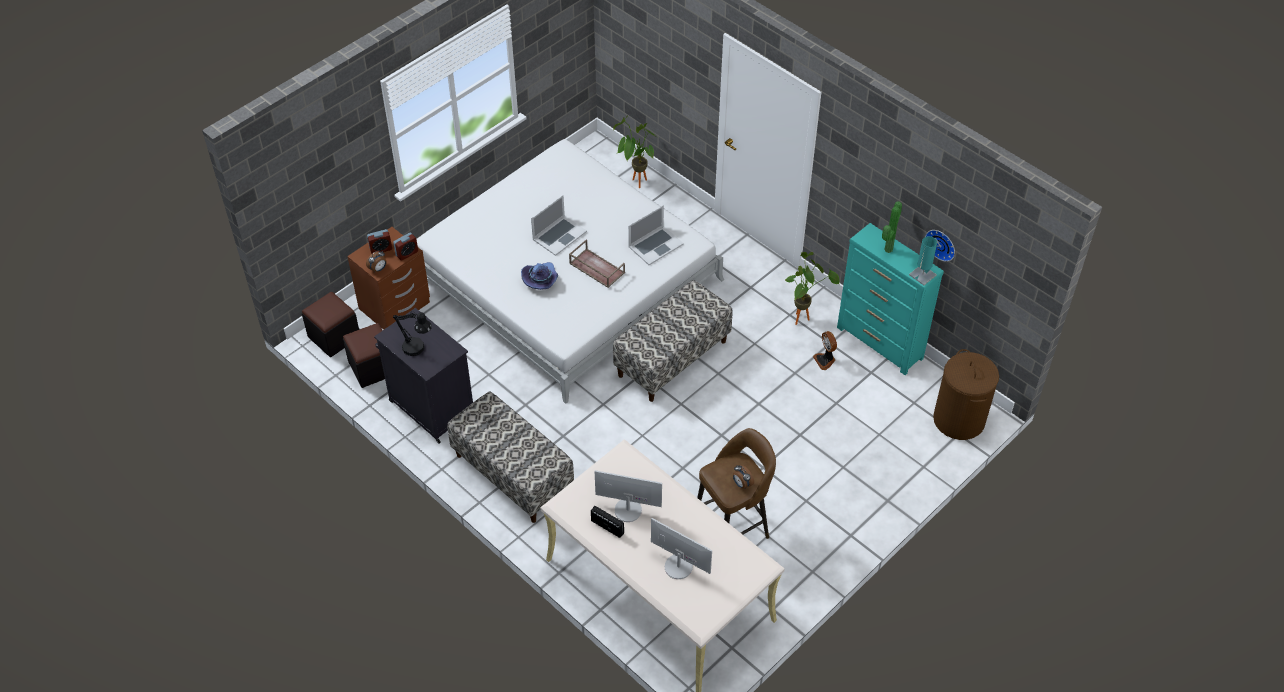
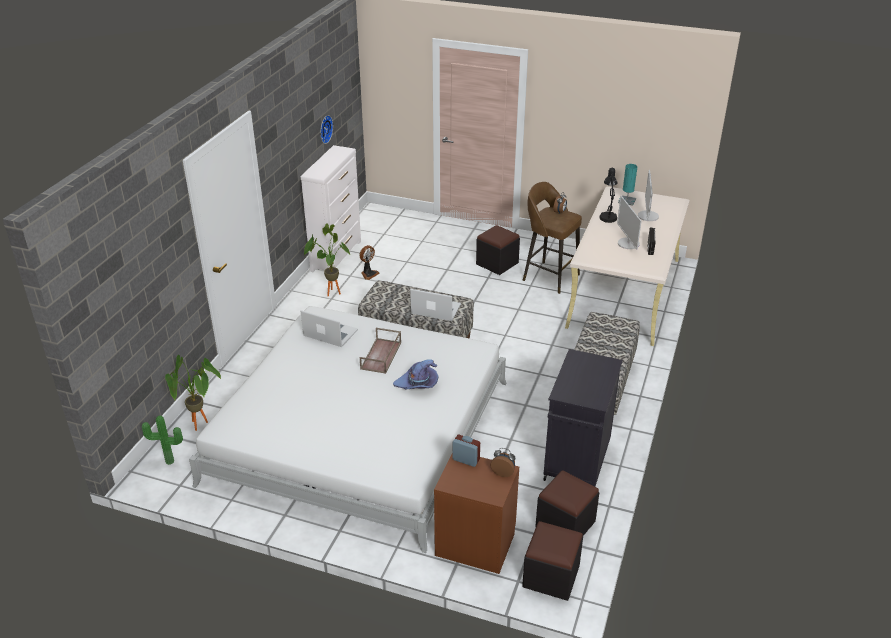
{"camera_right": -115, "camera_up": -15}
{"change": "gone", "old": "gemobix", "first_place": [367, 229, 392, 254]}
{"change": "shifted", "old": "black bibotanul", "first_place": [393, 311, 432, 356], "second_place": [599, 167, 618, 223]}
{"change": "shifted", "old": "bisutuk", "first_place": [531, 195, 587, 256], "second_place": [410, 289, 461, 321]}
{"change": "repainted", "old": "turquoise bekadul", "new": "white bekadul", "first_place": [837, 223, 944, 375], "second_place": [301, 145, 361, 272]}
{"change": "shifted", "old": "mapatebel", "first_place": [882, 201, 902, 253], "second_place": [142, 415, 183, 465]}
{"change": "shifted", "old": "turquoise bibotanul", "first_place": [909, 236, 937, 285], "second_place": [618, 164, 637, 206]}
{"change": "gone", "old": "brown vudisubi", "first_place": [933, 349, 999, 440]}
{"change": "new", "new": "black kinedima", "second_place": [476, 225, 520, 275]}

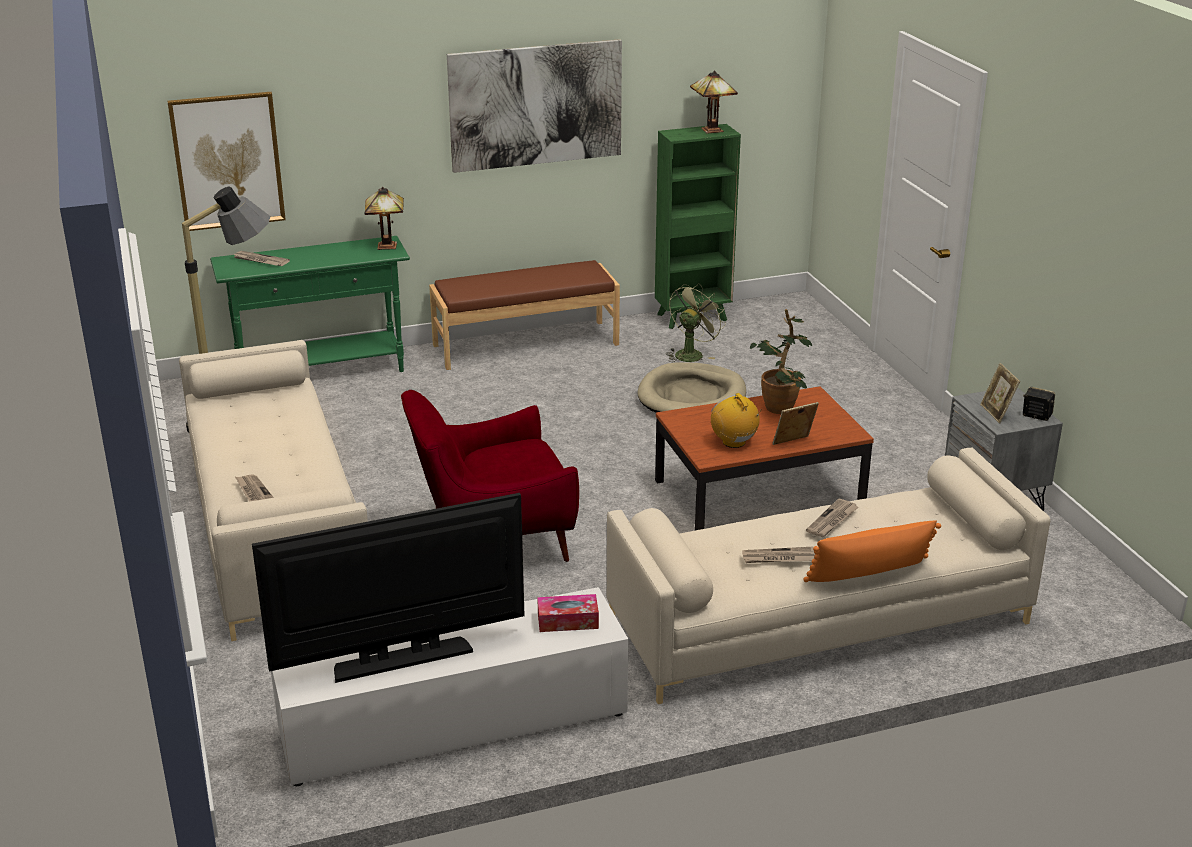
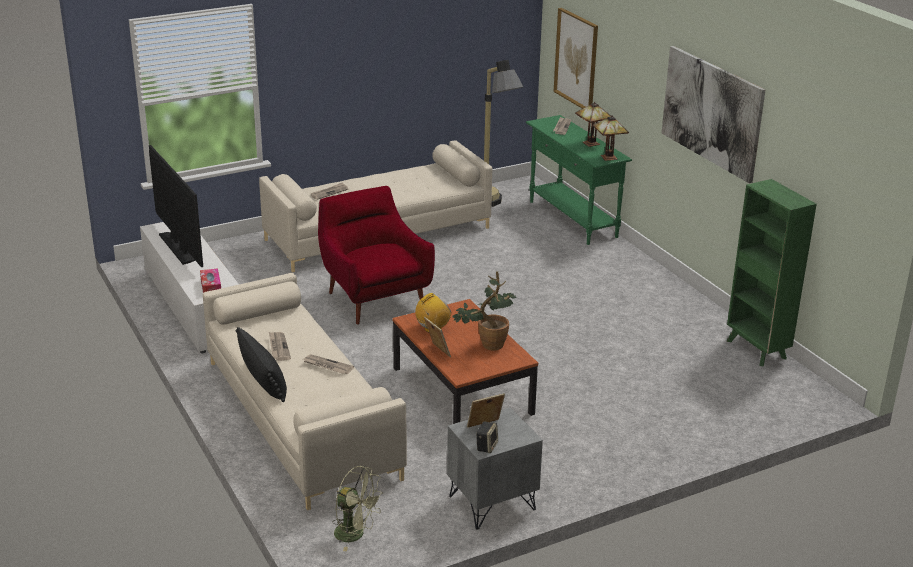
{"camera_right": 80, "camera_up": 0}
{"change": "gone", "old": "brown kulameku", "first_place": [429, 260, 620, 370]}
{"change": "gone", "old": "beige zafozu", "first_place": [638, 362, 746, 413]}
{"change": "shifted", "old": "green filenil", "first_place": [666, 283, 726, 362], "second_place": [333, 466, 384, 551]}
{"change": "shifted", "old": "bibotanul", "first_place": [690, 71, 738, 134], "second_place": [575, 102, 611, 147]}
{"change": "repainted", "old": "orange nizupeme", "new": "black nizupeme", "first_place": [803, 521, 941, 582], "second_place": [235, 327, 287, 402]}

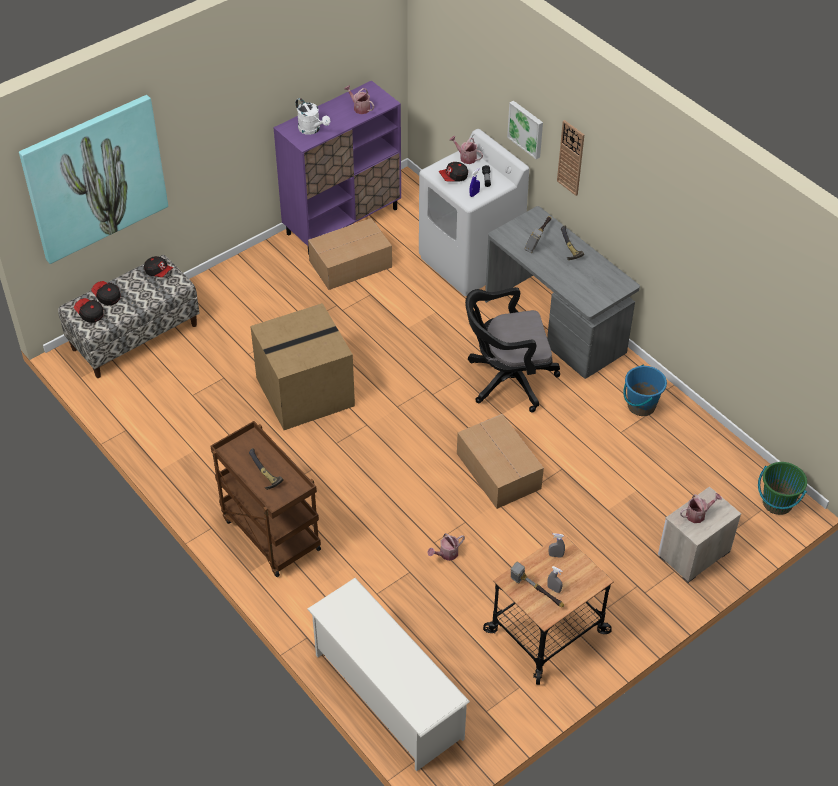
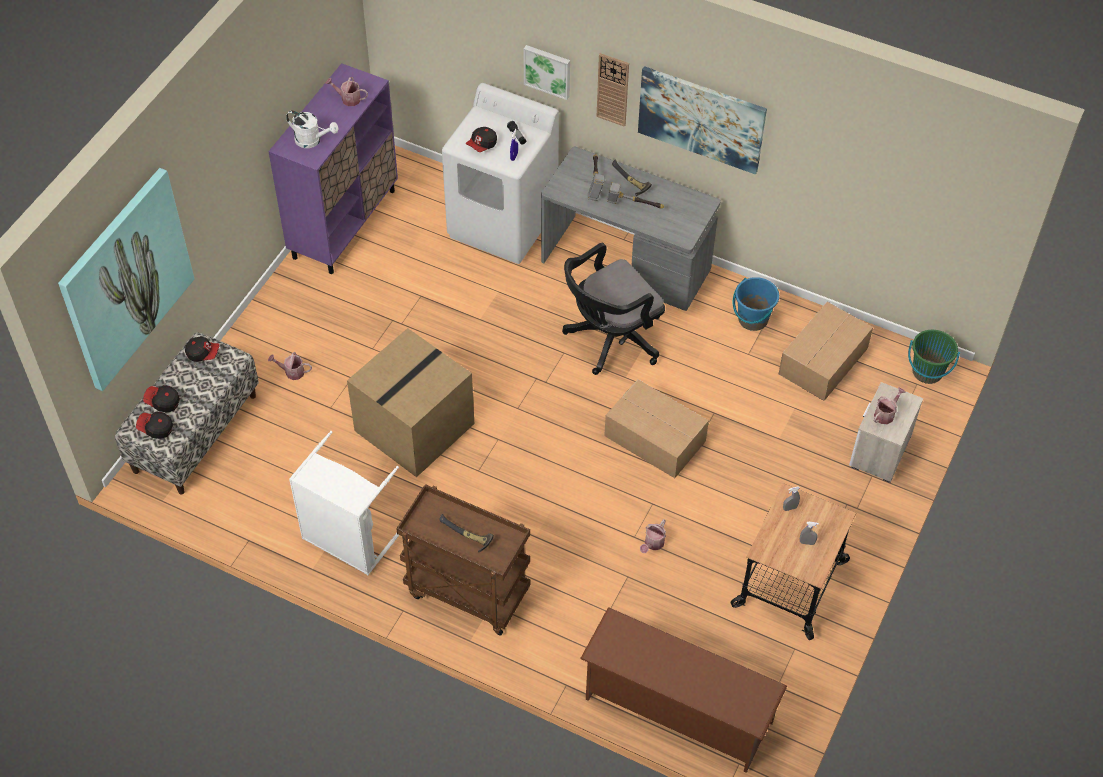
{"camera_right": -25, "camera_up": 5}
{"change": "repainted", "old": "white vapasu", "new": "brown vapasu", "first_place": [307, 578, 470, 771], "second_place": [580, 607, 787, 773]}
{"change": "shifted", "old": "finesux", "first_place": [308, 218, 392, 290], "second_place": [779, 302, 873, 401]}
{"change": "shifted", "old": "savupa", "first_place": [449, 136, 483, 164], "second_place": [268, 352, 312, 380]}
{"change": "shifted", "old": "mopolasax", "first_place": [511, 561, 564, 607], "second_place": [607, 182, 664, 208]}
{"change": "new", "new": "white vudisubi", "second_place": [289, 431, 399, 575]}
{"change": "new", "new": "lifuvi", "second_place": [638, 66, 767, 175]}

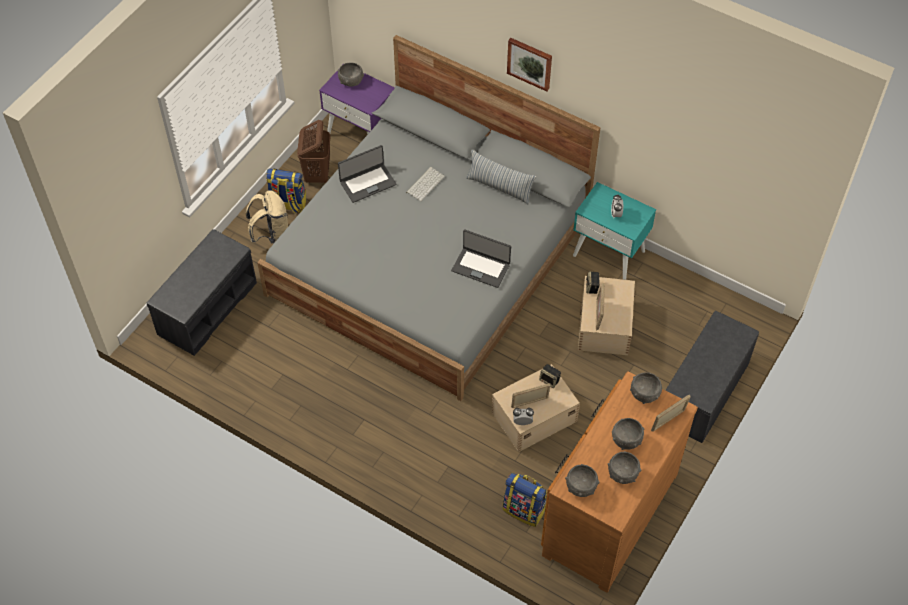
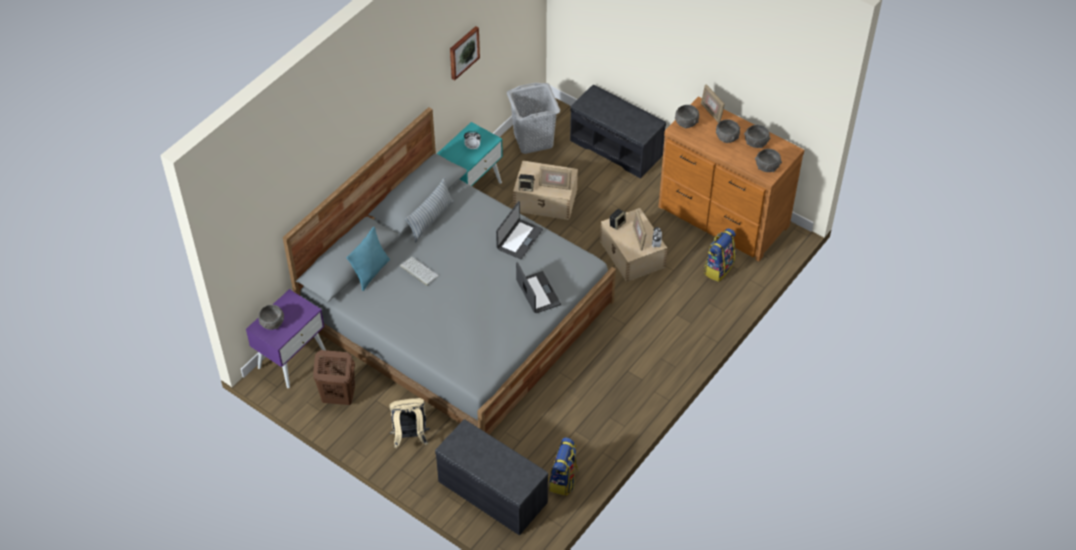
{"camera_right": -85, "camera_up": -5}
{"change": "shifted", "old": "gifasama", "first_place": [266, 168, 307, 213], "second_place": [548, 437, 579, 496]}
{"change": "shifted", "old": "bisutuk", "first_place": [338, 145, 396, 203], "second_place": [516, 262, 561, 313]}
{"change": "shifted", "old": "lifuvi", "first_place": [507, 38, 552, 91], "second_place": [450, 26, 480, 80]}
{"change": "new", "new": "turquoise nizupeme", "second_place": [347, 227, 390, 291]}
{"change": "new", "new": "grey vudisubi", "second_place": [507, 83, 560, 154]}

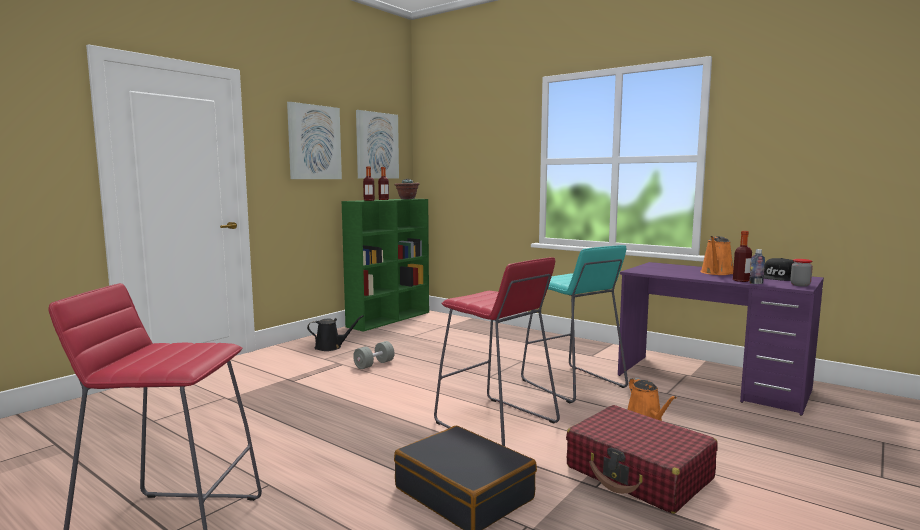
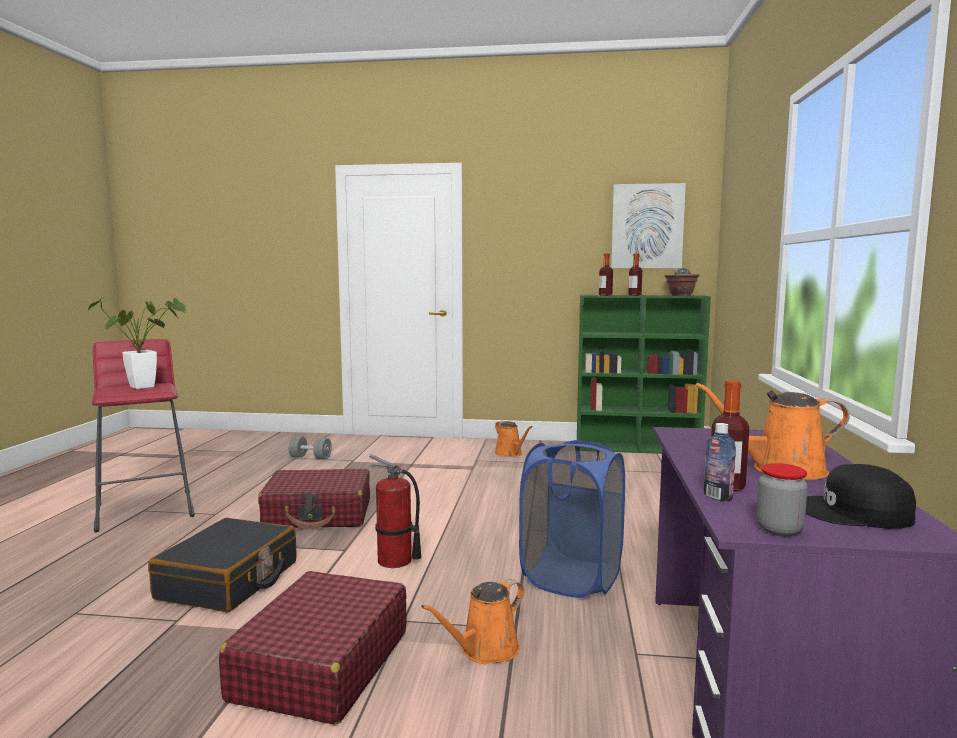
{"camera_right": 60, "camera_up": 0}
{"change": "gone", "old": "lifuvi", "first_place": [287, 102, 342, 179]}
{"change": "repainted", "old": "black savupa", "new": "orange savupa", "first_place": [307, 315, 364, 351], "second_place": [495, 421, 532, 457]}
{"change": "shifted", "old": "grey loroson", "first_place": [353, 341, 394, 369], "second_place": [289, 436, 332, 459]}
{"change": "swapped", "old": "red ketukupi", "new": "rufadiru", "first_place": [434, 257, 560, 446], "second_place": [369, 454, 421, 568]}
{"change": "swapped", "old": "turquoise ketukupi", "new": "blue vudisubi", "first_place": [521, 245, 628, 403], "second_place": [519, 440, 625, 598]}
{"change": "new", "new": "mapatebel", "second_place": [88, 298, 187, 389]}
{"change": "new", "new": "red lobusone", "second_place": [258, 469, 370, 530]}

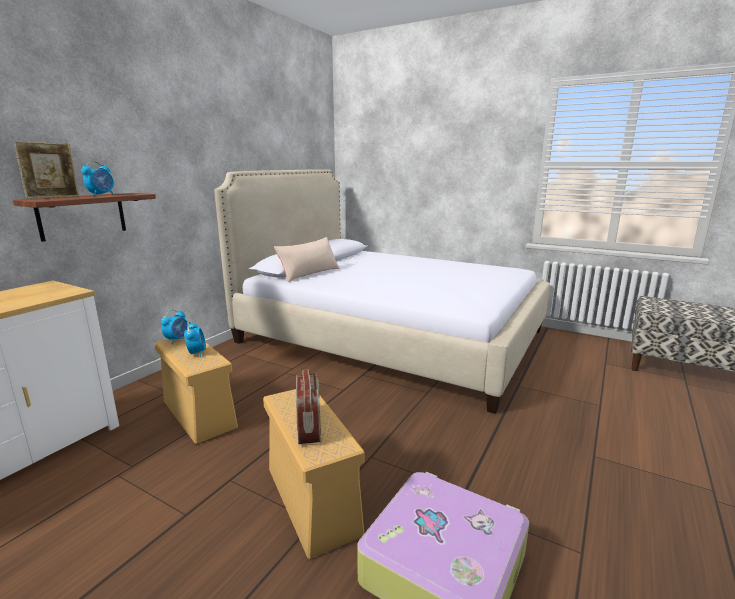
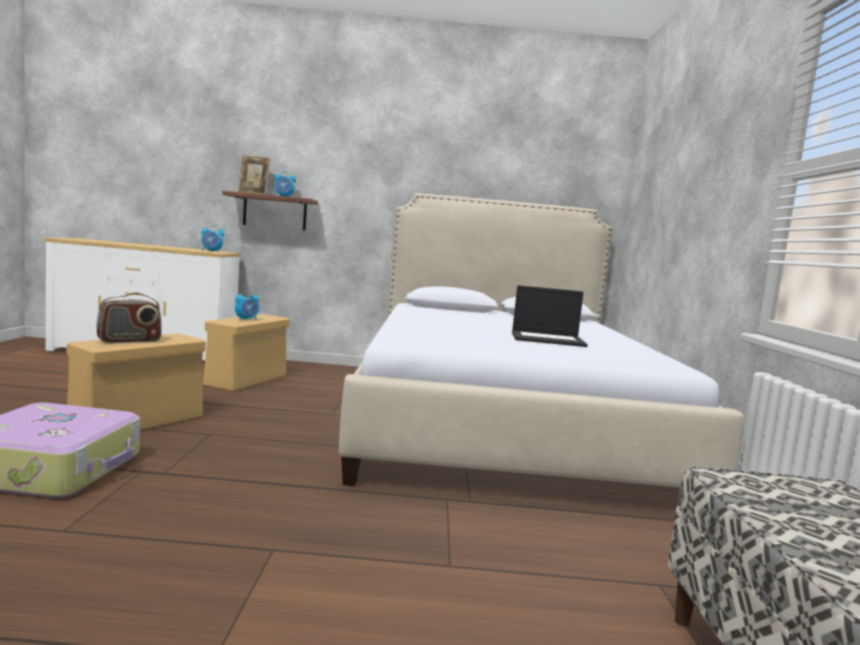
{"camera_right": 60, "camera_up": -10}
{"change": "shifted", "old": "gemobix", "first_place": [161, 310, 188, 344], "second_place": [201, 225, 224, 253]}
{"change": "gone", "old": "beige nizupeme", "first_place": [274, 237, 340, 282]}
{"change": "new", "new": "bisutuk", "second_place": [512, 285, 588, 347]}

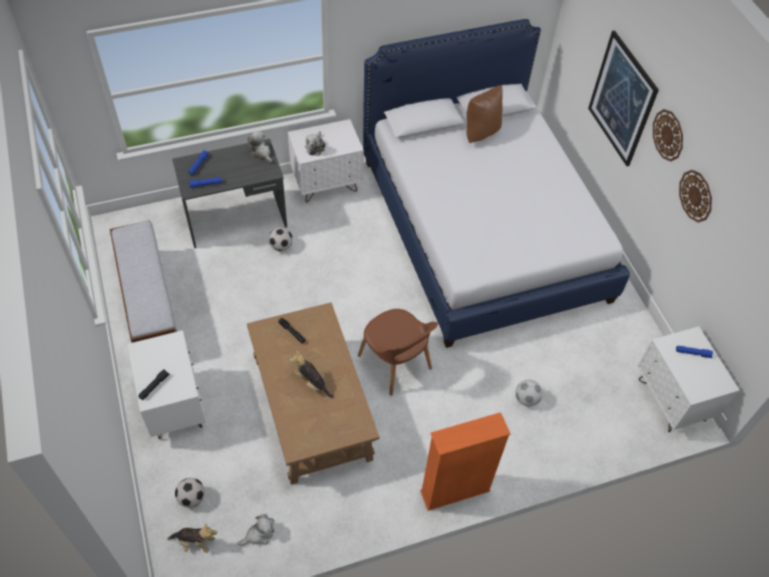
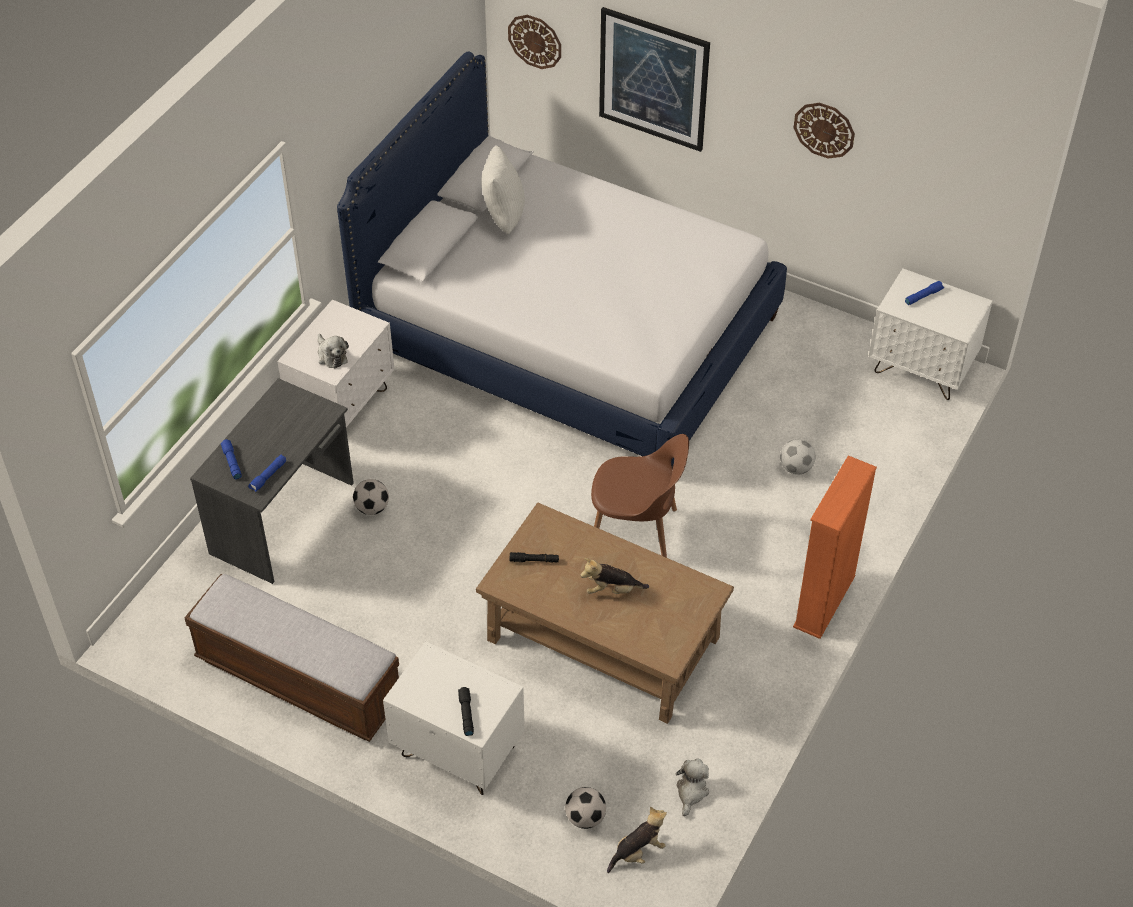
{"camera_right": -40, "camera_up": -5}
{"change": "gone", "old": "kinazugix", "first_place": [247, 131, 272, 163]}
{"change": "repainted", "old": "brown nizupeme", "new": "white nizupeme", "first_place": [466, 85, 503, 143], "second_place": [482, 145, 525, 234]}
{"change": "shifted", "old": "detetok", "first_place": [653, 109, 683, 162], "second_place": [508, 15, 561, 69]}

